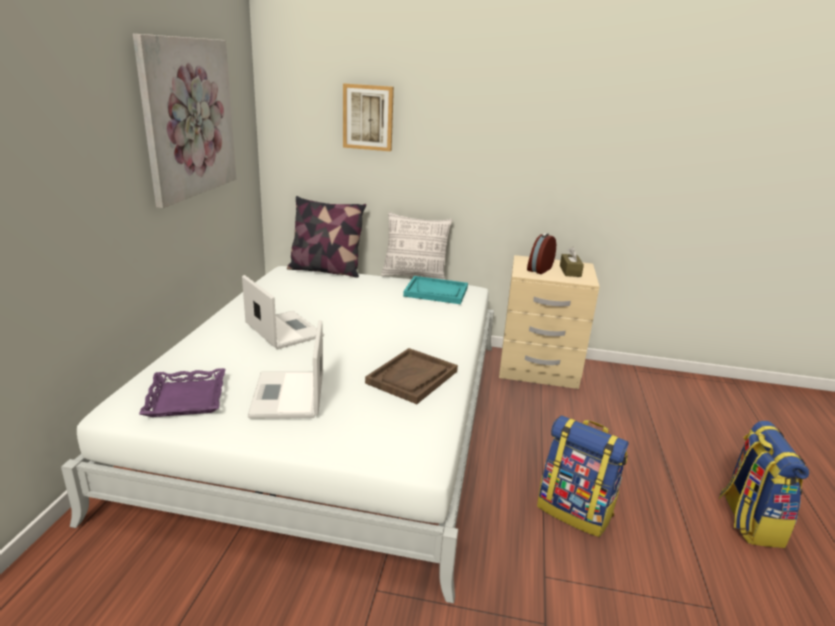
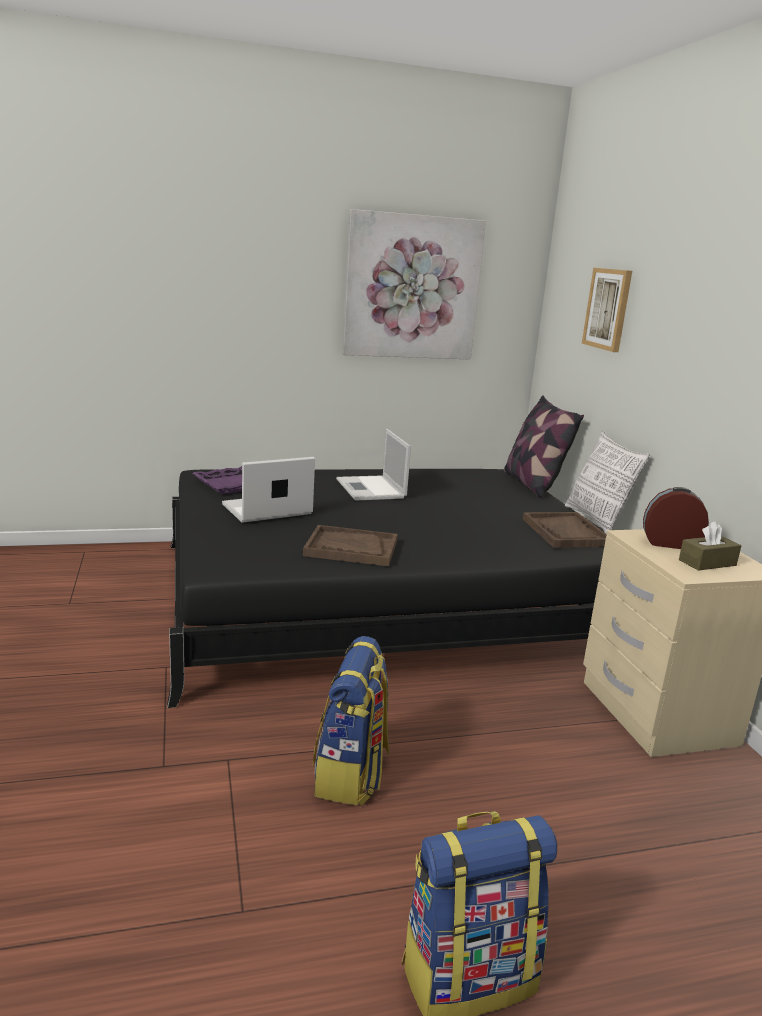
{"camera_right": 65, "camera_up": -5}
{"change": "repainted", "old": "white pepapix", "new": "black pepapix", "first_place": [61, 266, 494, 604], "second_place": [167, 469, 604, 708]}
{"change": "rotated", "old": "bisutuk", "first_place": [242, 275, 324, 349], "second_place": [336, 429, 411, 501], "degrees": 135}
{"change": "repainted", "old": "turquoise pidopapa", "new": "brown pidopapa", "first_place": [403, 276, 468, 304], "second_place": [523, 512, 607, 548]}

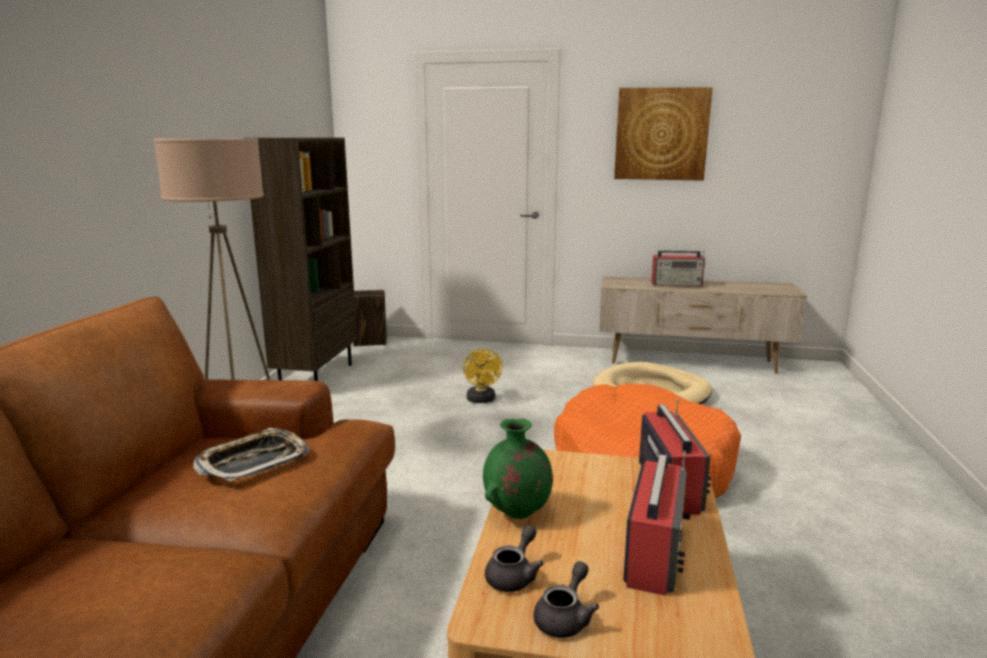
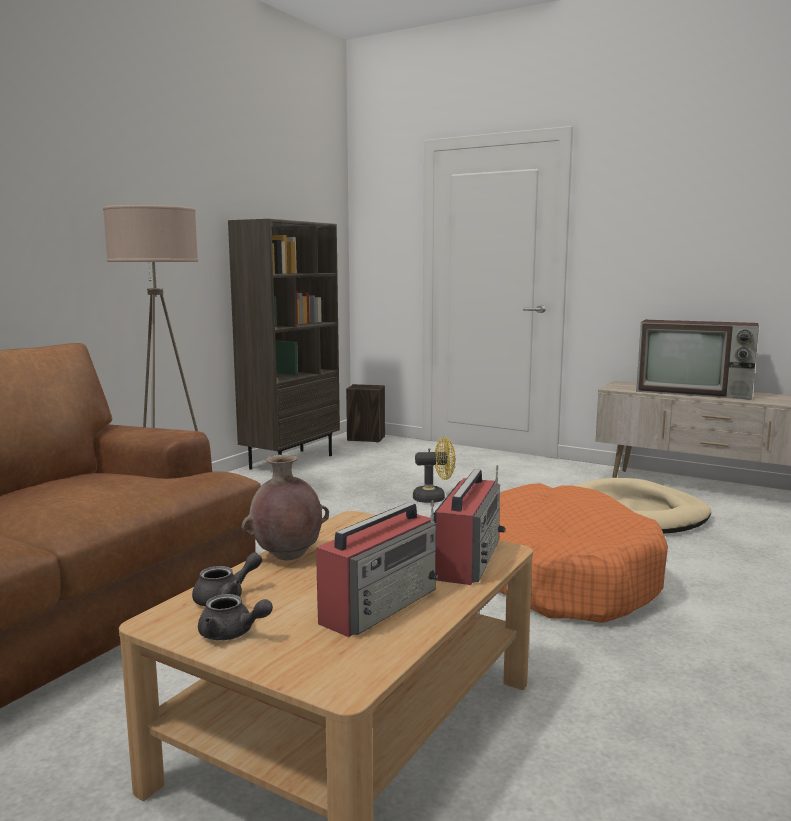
{"camera_right": 20, "camera_up": -5}
{"change": "gone", "old": "pidopapa", "first_place": [193, 428, 309, 482]}
{"change": "rotated", "old": "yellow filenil", "first_place": [463, 349, 503, 403], "second_place": [413, 437, 455, 503], "degrees": -105}
{"change": "repainted", "old": "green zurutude", "new": "brown zurutude", "first_place": [483, 419, 553, 519], "second_place": [242, 455, 329, 560]}
{"change": "rotated", "old": "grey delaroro", "first_place": [533, 561, 599, 638], "second_place": [198, 594, 273, 640], "degrees": 60}
{"change": "gone", "old": "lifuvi", "first_place": [614, 87, 713, 181]}
{"change": "swapped", "old": "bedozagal", "new": "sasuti", "first_place": [651, 250, 705, 287], "second_place": [636, 320, 759, 400]}

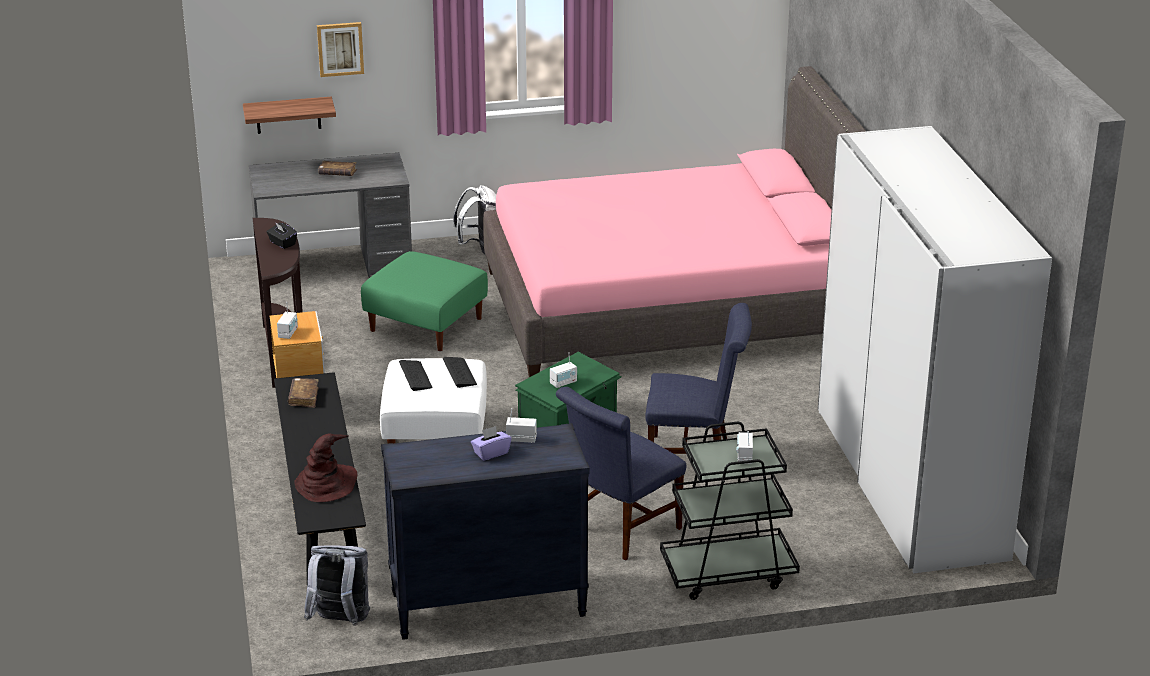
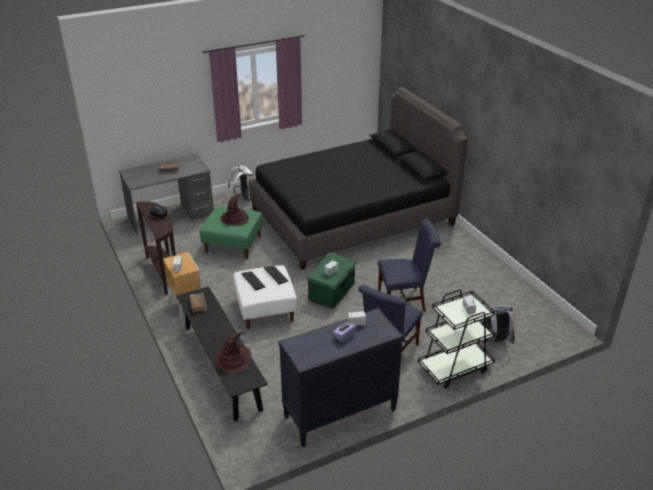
{"camera_right": -15, "camera_up": 5}
{"change": "gone", "old": "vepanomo", "first_place": [243, 97, 336, 134]}
{"change": "shifted", "old": "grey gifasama", "first_place": [304, 546, 370, 626], "second_place": [482, 305, 515, 346]}
{"change": "gone", "old": "lifuvi", "first_place": [317, 22, 364, 77]}
{"change": "repainted", "old": "pink pepapix", "new": "black pepapix", "first_place": [483, 66, 866, 377], "second_place": [249, 87, 468, 270]}
{"change": "gone", "old": "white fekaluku", "first_place": [818, 126, 1052, 573]}
{"change": "new", "new": "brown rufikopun", "second_place": [220, 194, 249, 226]}

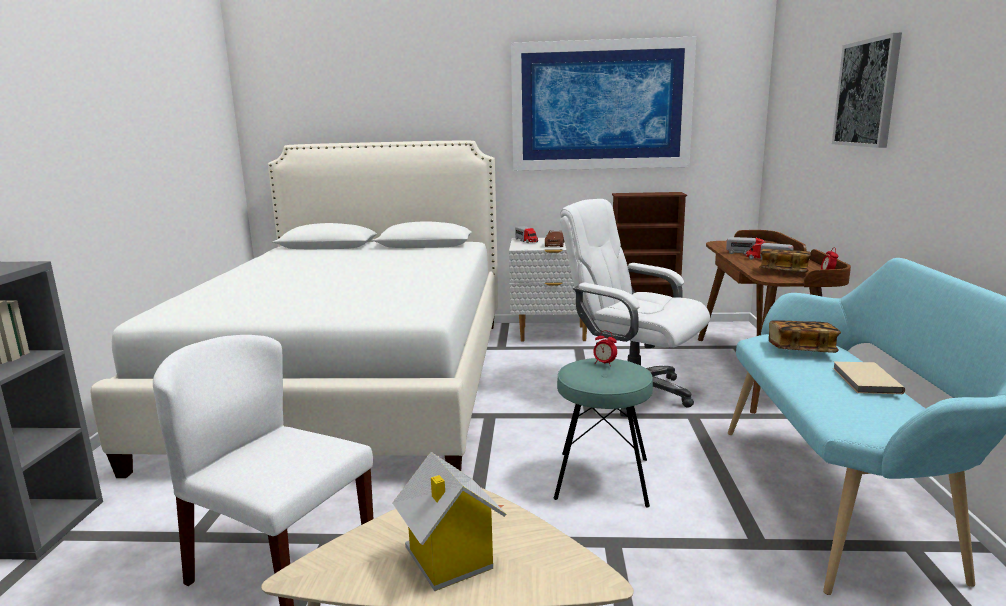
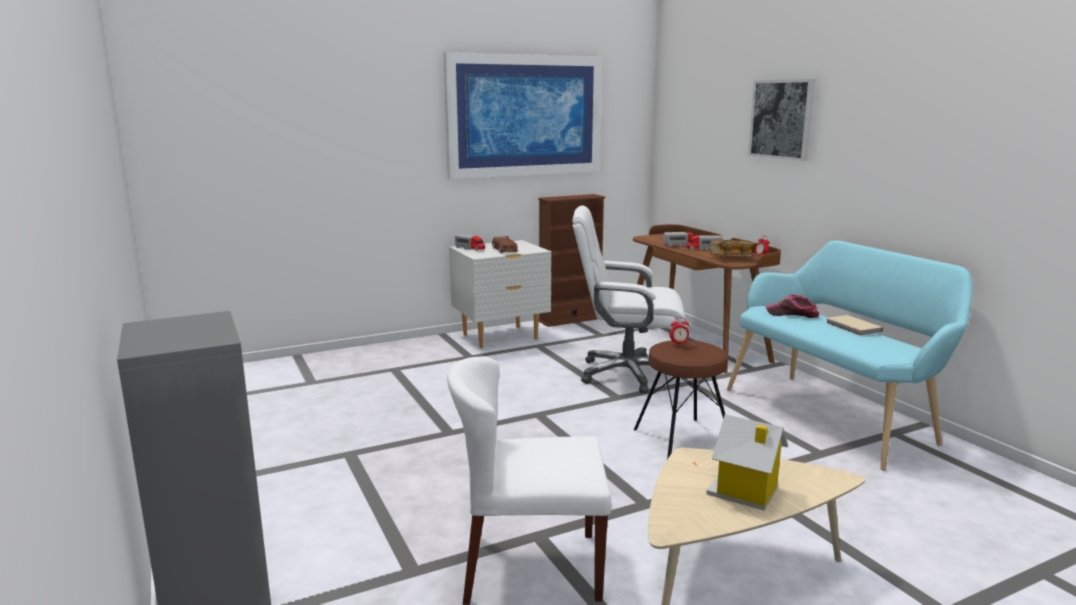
{"camera_right": -30, "camera_up": 0}
{"change": "gone", "old": "white pepapix", "first_place": [91, 141, 498, 478]}
{"change": "repainted", "old": "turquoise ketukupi", "new": "brown ketukupi", "first_place": [554, 358, 653, 507], "second_place": [634, 340, 727, 459]}
{"change": "swapped", "old": "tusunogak", "new": "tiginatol", "first_place": [769, 320, 841, 353], "second_place": [765, 294, 819, 318]}

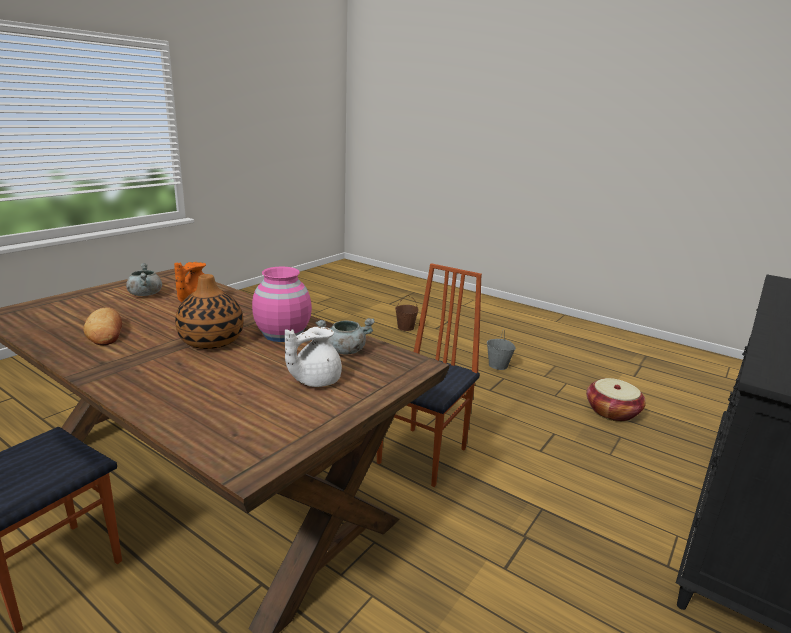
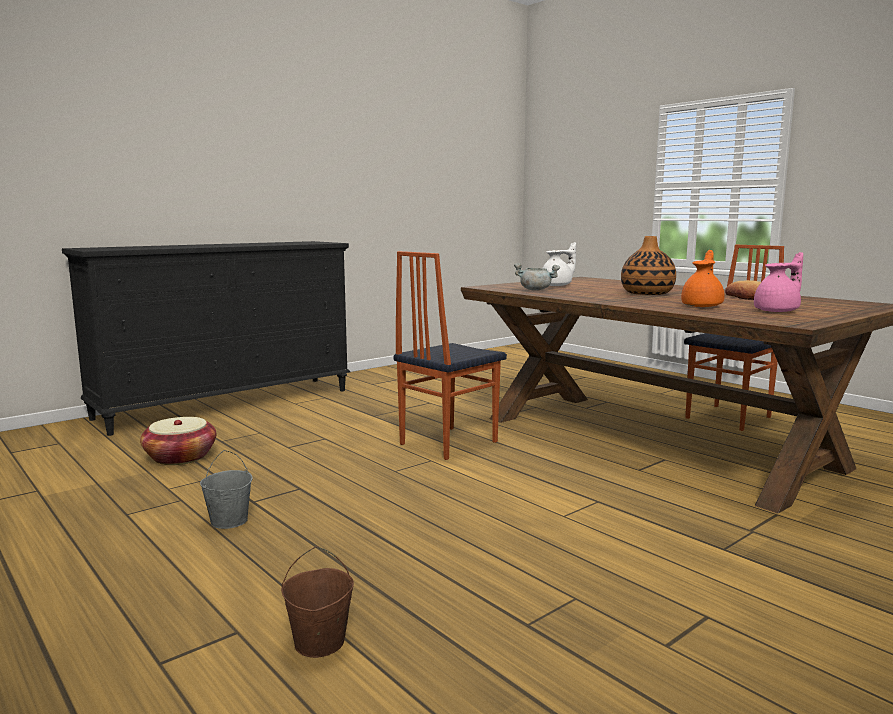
{"camera_right": -165, "camera_up": -10}
{"change": "swapped", "old": "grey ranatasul", "new": "pink delaroro", "first_place": [126, 263, 162, 296], "second_place": [754, 252, 803, 312]}
{"change": "gone", "old": "pink zurutude", "first_place": [252, 267, 312, 342]}

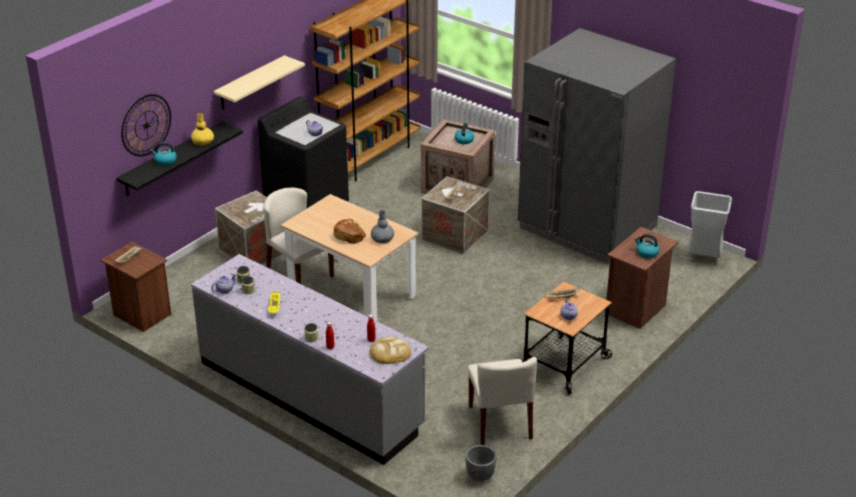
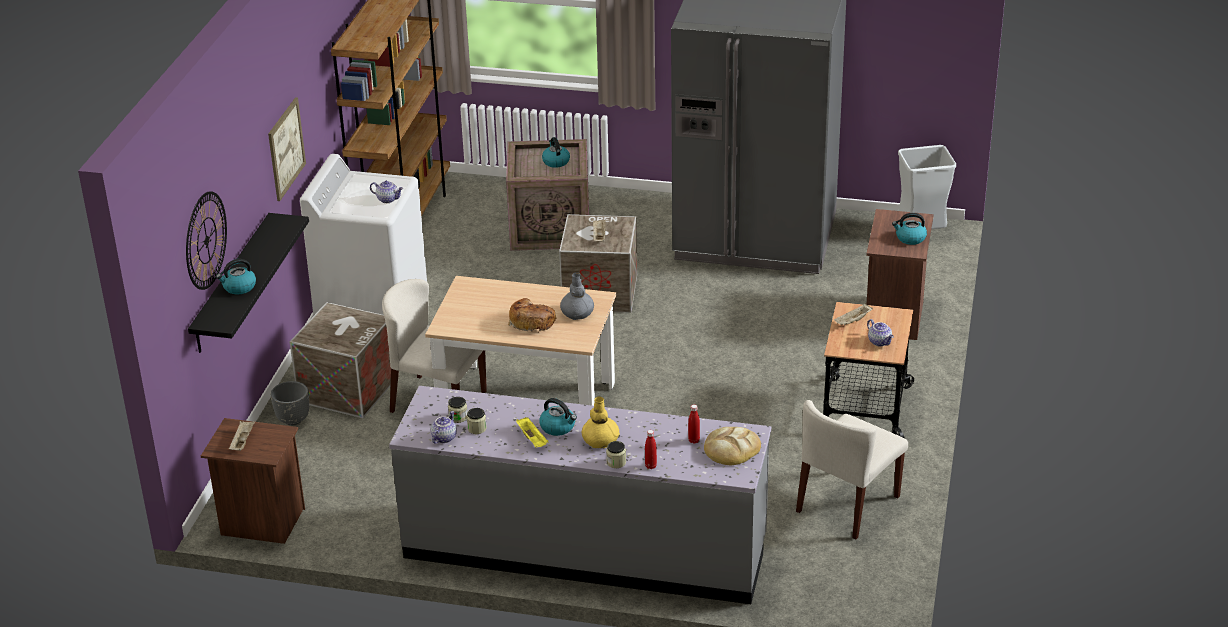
{"camera_right": -25, "camera_up": 0}
{"change": "shifted", "old": "yellow zurutude", "first_place": [191, 113, 214, 146], "second_place": [582, 397, 620, 448]}
{"change": "swapped", "old": "beige vepanomo", "new": "lifuvi", "first_place": [214, 55, 305, 110], "second_place": [268, 97, 306, 201]}
{"change": "repainted", "old": "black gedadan", "new": "white gedadan", "first_place": [258, 96, 349, 208], "second_place": [300, 154, 427, 316]}
{"change": "shifted", "old": "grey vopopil", "first_place": [465, 445, 497, 482], "second_place": [271, 381, 309, 425]}
{"change": "rotated", "old": "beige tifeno", "first_place": [468, 357, 537, 445], "second_place": [796, 400, 908, 539], "degrees": 75}
{"change": "new", "new": "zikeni", "second_place": [539, 398, 577, 436]}

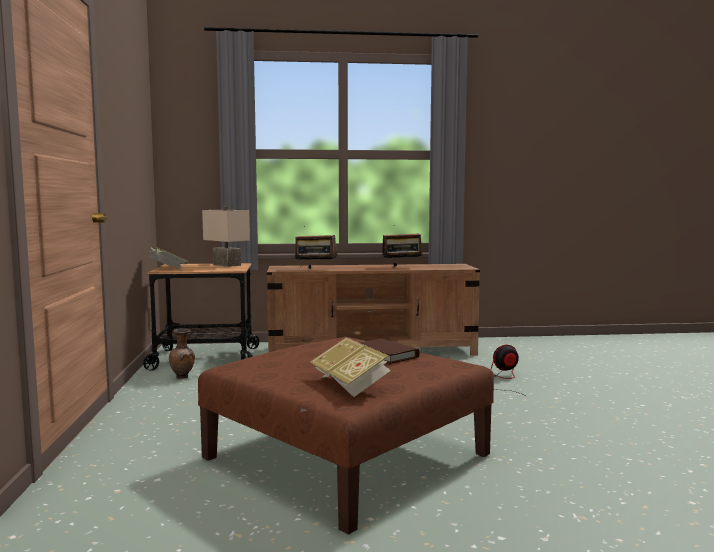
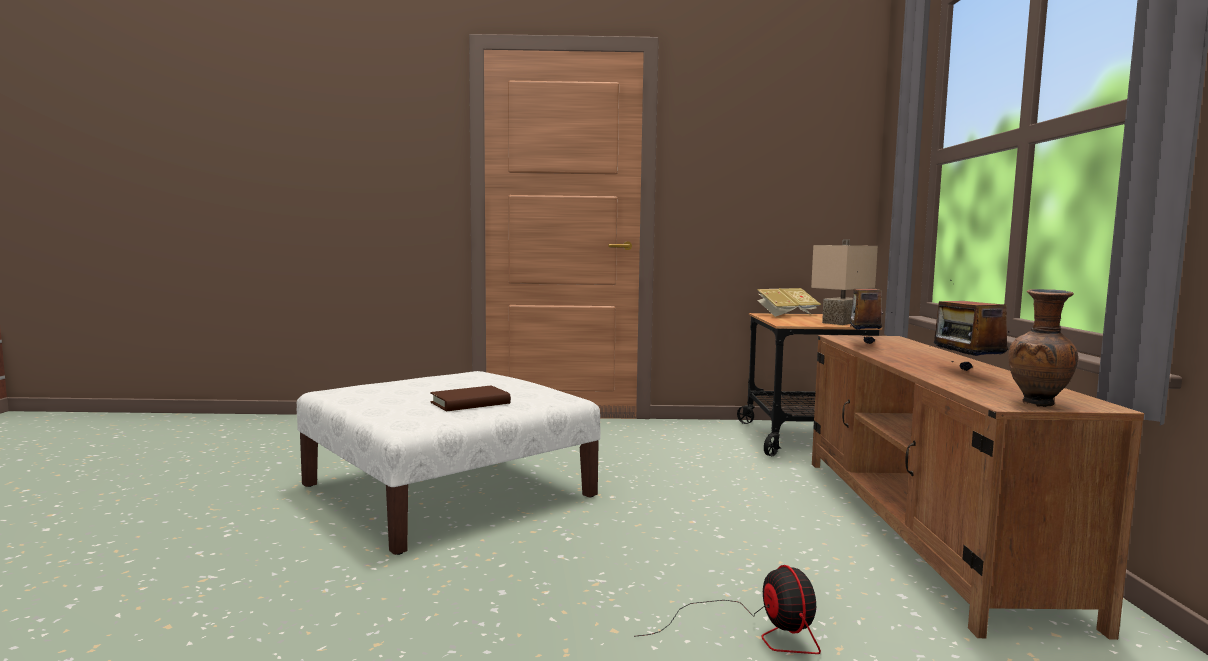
{"camera_right": 95, "camera_up": 0}
{"change": "shifted", "old": "brown zurutude", "first_place": [169, 329, 195, 379], "second_place": [1008, 289, 1078, 407]}
{"change": "repainted", "old": "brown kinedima", "new": "white kinedima", "first_place": [198, 337, 494, 535], "second_place": [297, 371, 600, 555]}
{"change": "gone", "old": "tusunogak", "first_place": [310, 337, 391, 397]}

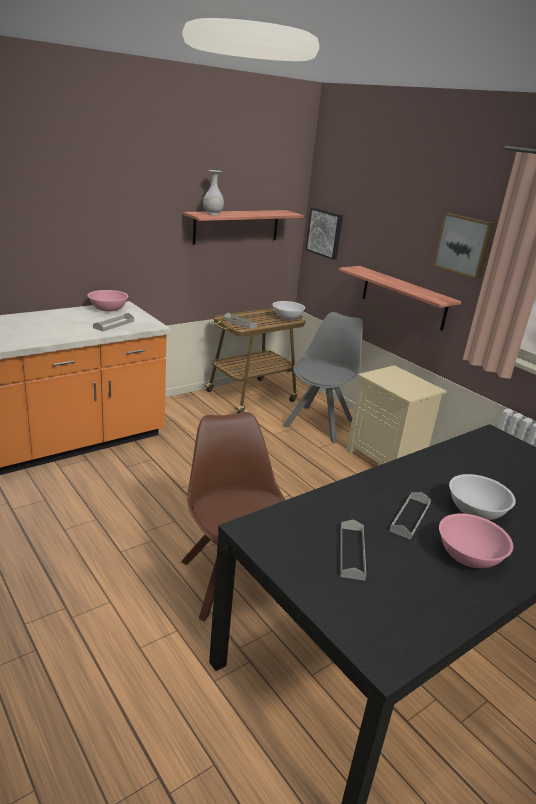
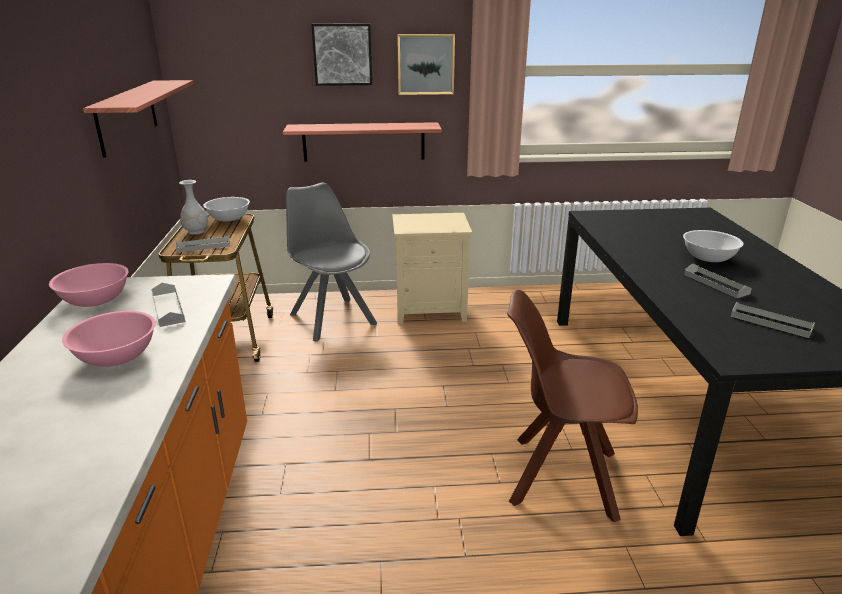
{"camera_right": -55, "camera_up": 0}
{"change": "shifted", "old": "white zurutude", "first_place": [203, 170, 224, 215], "second_place": [179, 180, 208, 235]}
{"change": "shifted", "old": "lifuvi", "first_place": [306, 208, 343, 260], "second_place": [311, 24, 372, 86]}
{"change": "shifted", "old": "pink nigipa", "first_place": [439, 513, 513, 568], "second_place": [62, 311, 156, 367]}

